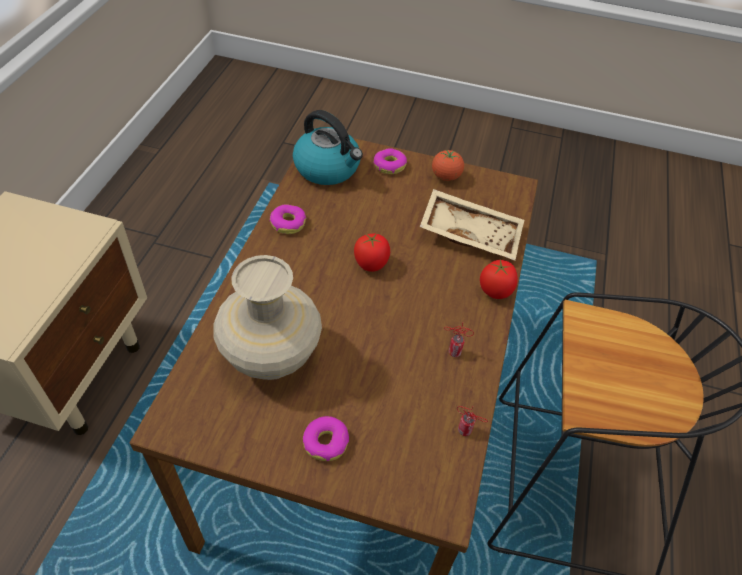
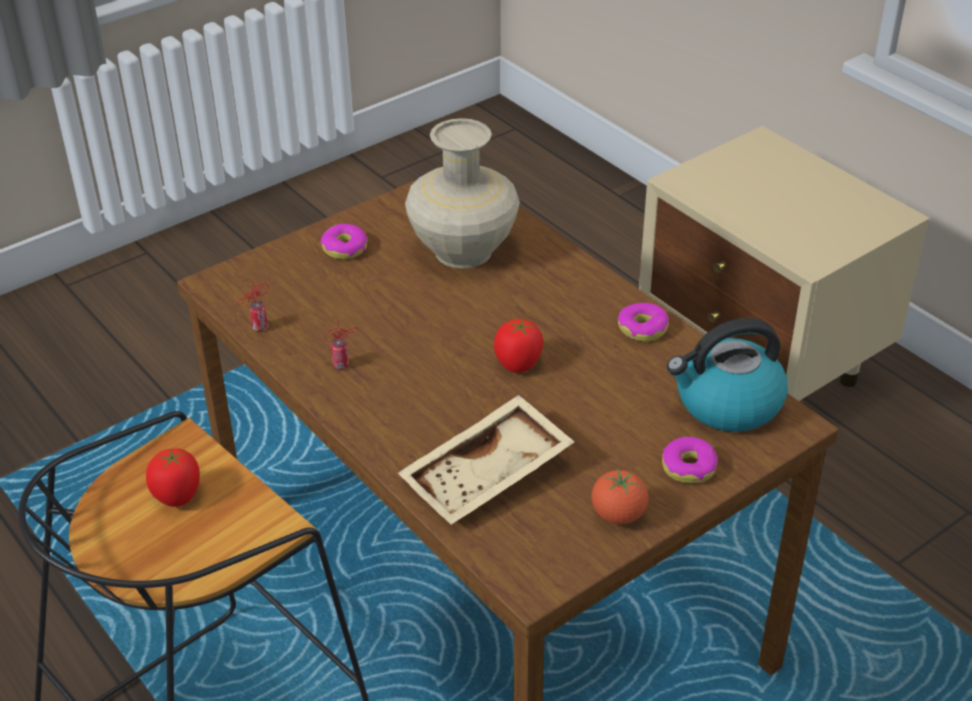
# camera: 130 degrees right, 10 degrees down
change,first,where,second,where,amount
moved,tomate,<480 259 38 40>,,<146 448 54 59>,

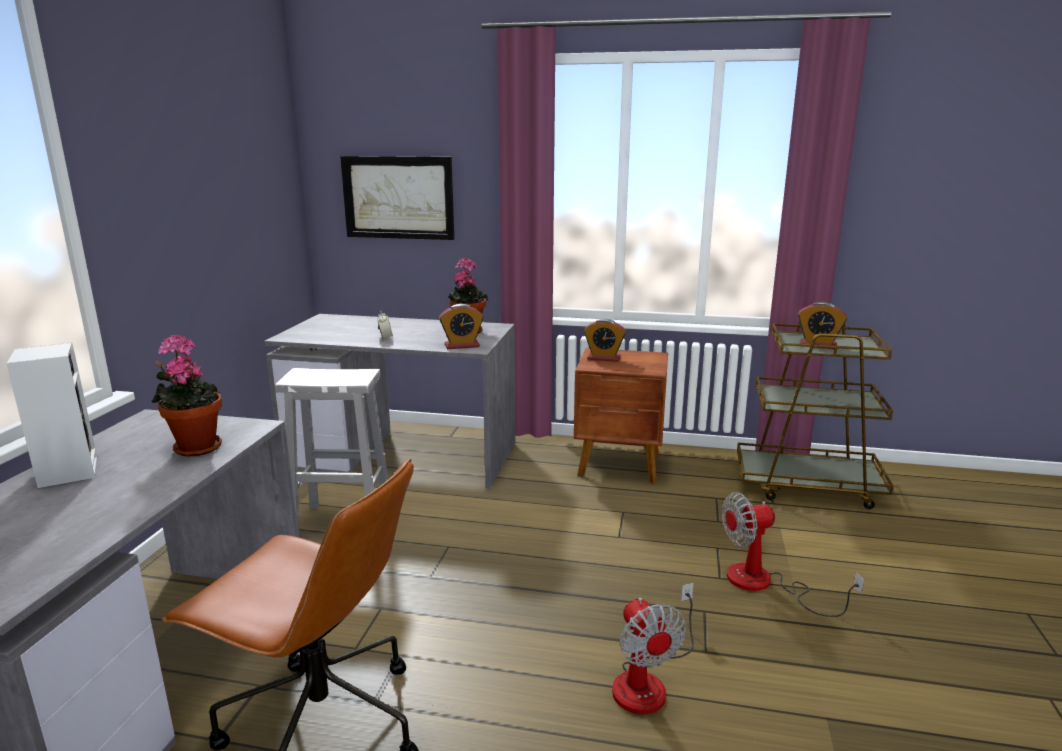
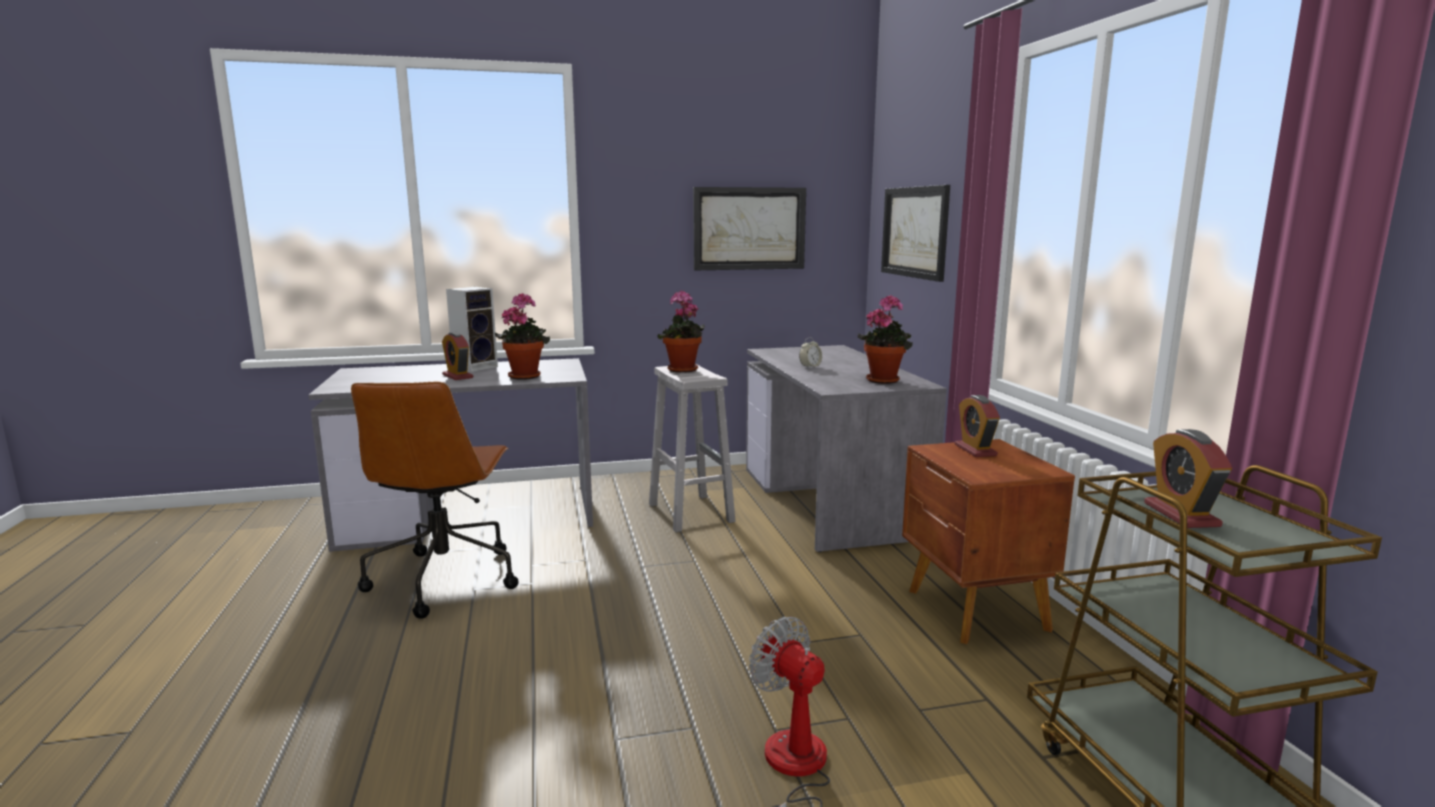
# camera: 65 degrees right, 5 degrees down
change,first,where,second,where,amount
moved,despertador,<439 304 45 45>,,<442 332 31 48>,
added,,,planta en maceta,<657 290 48 83>,
added,,,cuadro,<693 187 113 83>,
removed,ventilador,<612 583 82 131>,,,

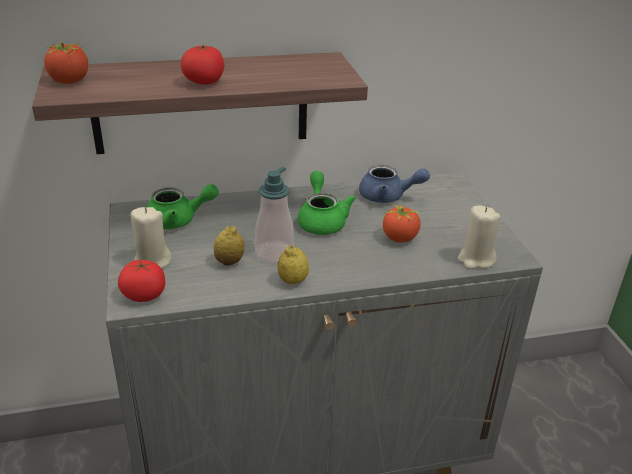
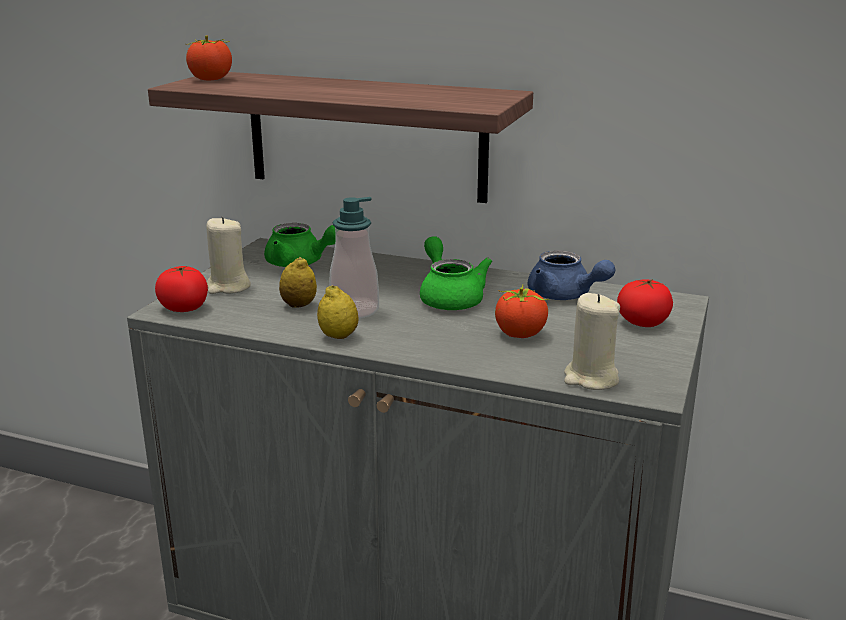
# camera: 35 degrees right, 10 degrees down
change,first,where,second,where,amount
turned,tetera (verde),<298 171 58 64>,,<420 236 72 74>,45 degrees counterclockwise
moved,tomate,<181 45 43 39>,,<617 279 56 48>,

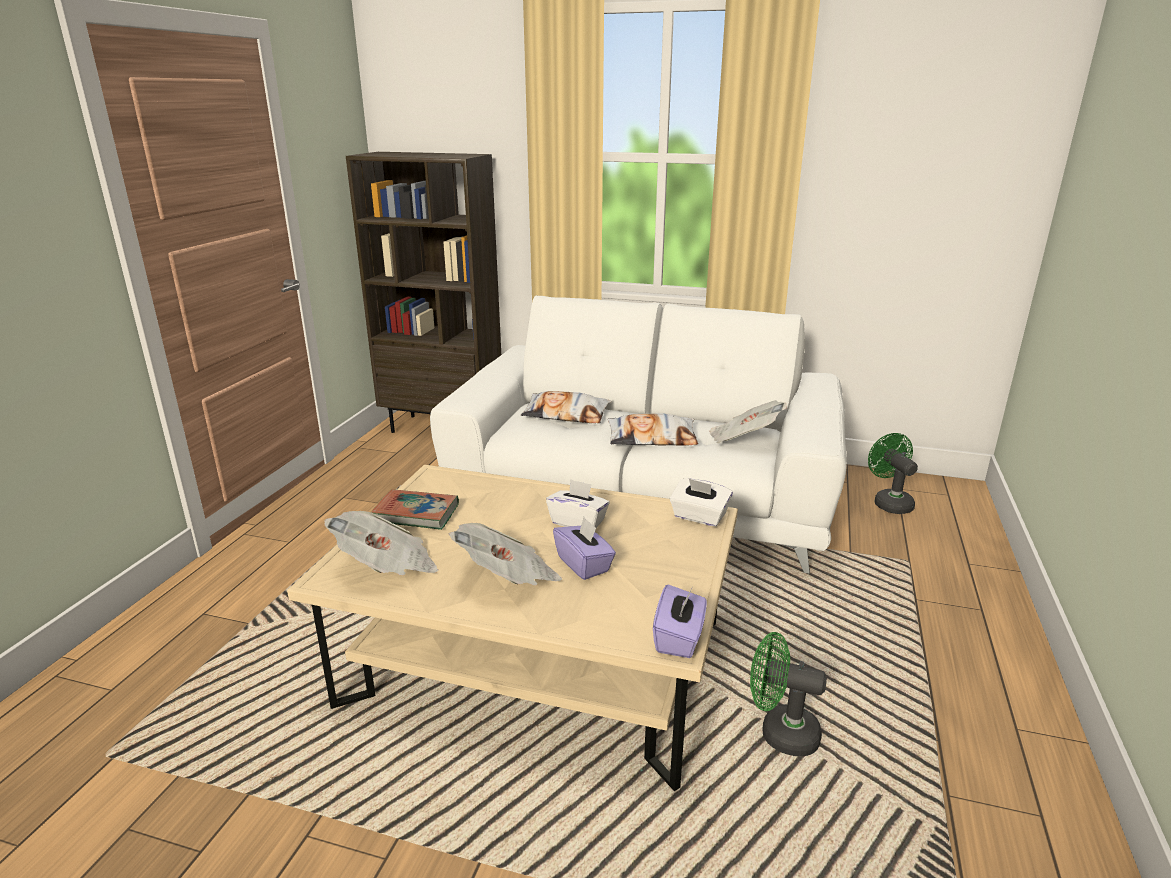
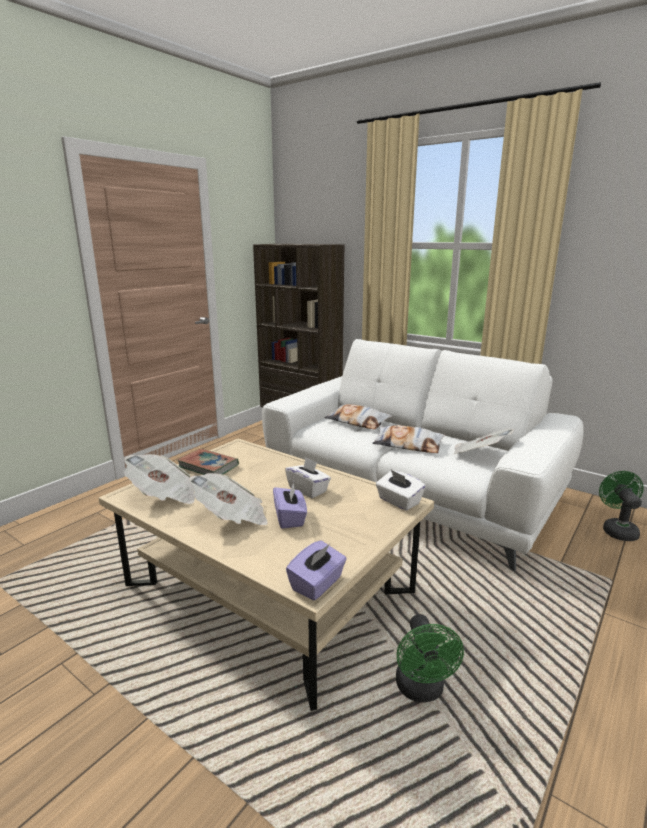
# camera: 20 degrees right, 5 degrees down
change,first,where,second,where,amount
turned,ventilador (verde),<750 632 77 124>,,<396 614 68 88>,135 degrees counterclockwise

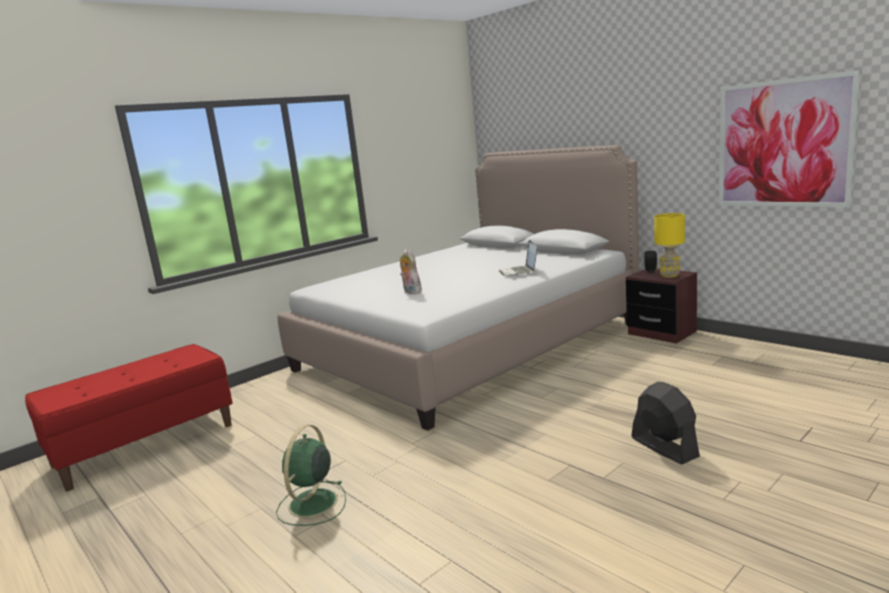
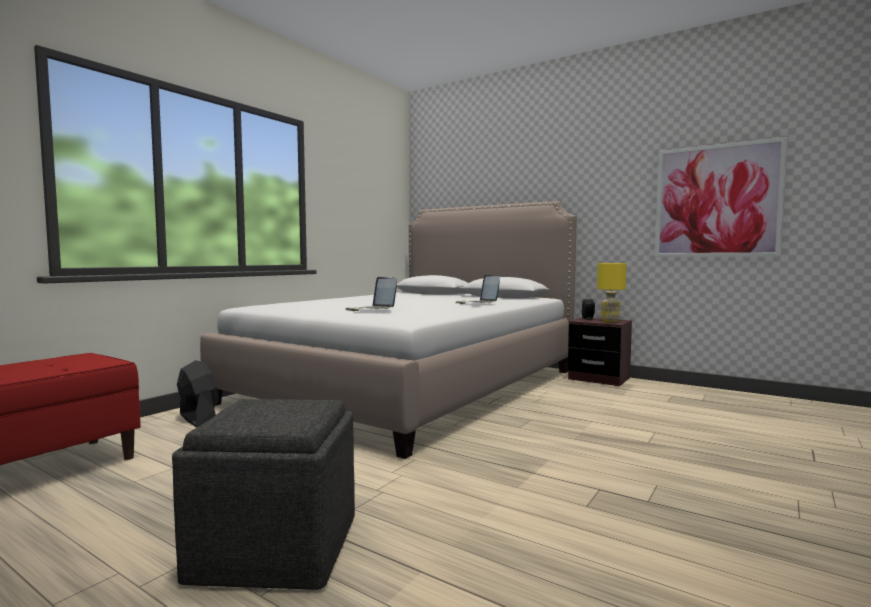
# camera: 15 degrees left, 10 degrees down
change,first,where,second,where,amount
replaced,ventilador (verde),<276 425 70 101>,puf (gris),<172 399 183 191>,
moved,ventilador (negro),<631 382 69 82>,,<177 360 42 67>,
replaced,peluche,<400 249 22 45>,portátil,<345 277 52 34>,

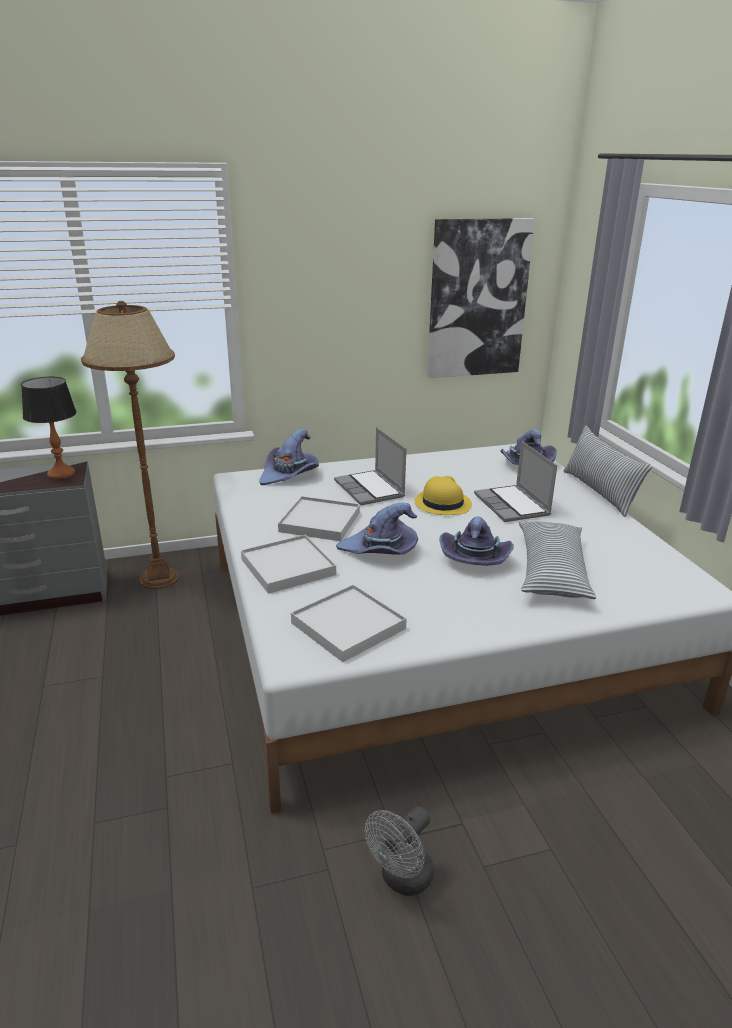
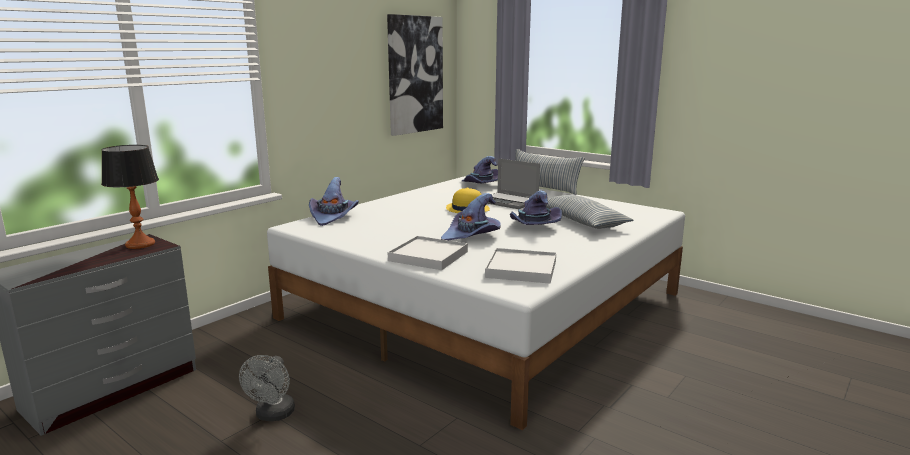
# camera: 35 degrees left, 10 degrees down
change,first,where,second,where,amount
moved,ventilador (gris),<364 806 70 90>,,<239 355 56 66>,
removed,lámpara de pie (marrón),<81 301 98 288>,,,
removed,bandeja (blanco),<278 496 82 45>,,,
removed,portátil,<334 427 72 78>,,,

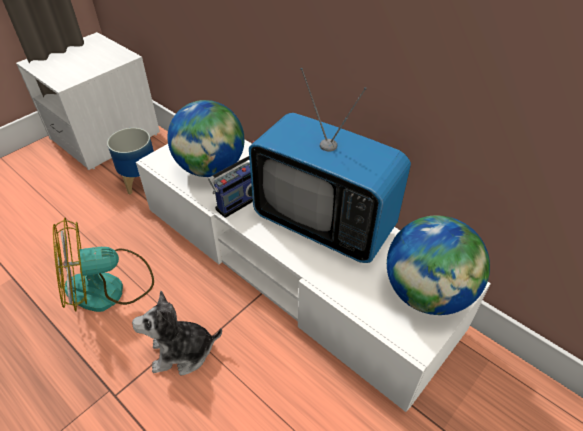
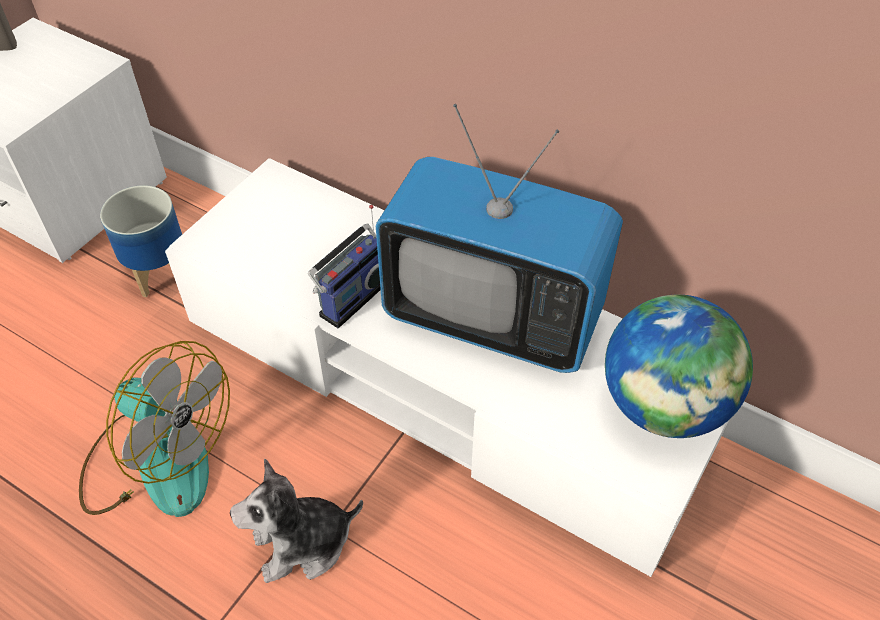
# camera: 10 degrees left, 5 degrees up
change,first,where,second,where,amount
turned,ventilador,<53 218 101 94>,,<79 341 151 176>,120 degrees counterclockwise
removed,globo terráqueo,<168 100 76 77>,,,

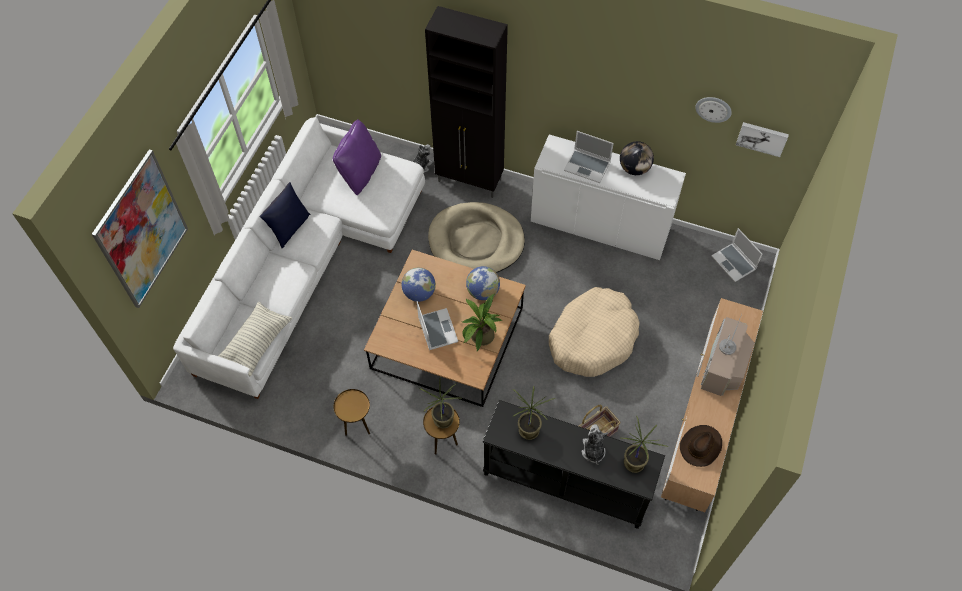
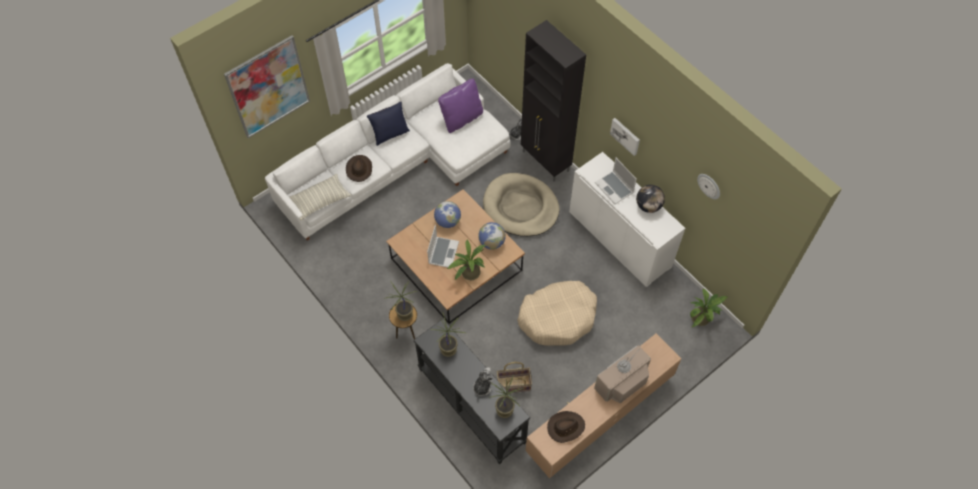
# camera: 30 degrees right, 0 degrees up
change,first,where,second,where,amount
added,,,sombrero (marrón),<346 155 26 27>,
moved,cuadro,<736 122 53 35>,,<610 118 30 38>,
replaced,portátil,<711 228 52 54>,planta en maceta,<690 289 37 38>,
removed,mesa auxiliar (marrón),<334 389 36 47>,,,

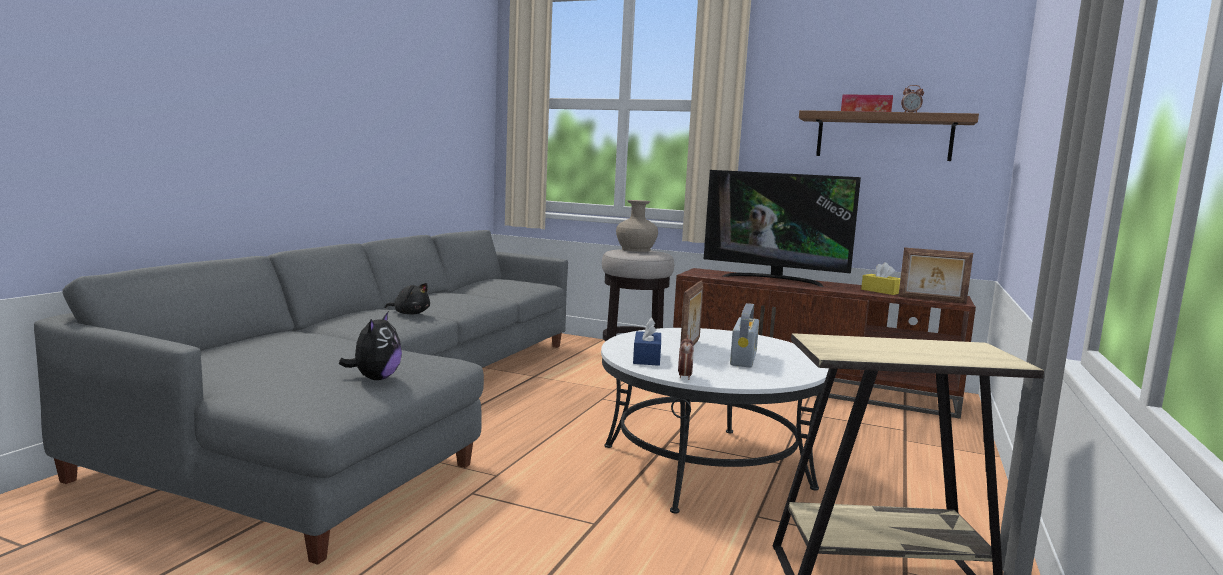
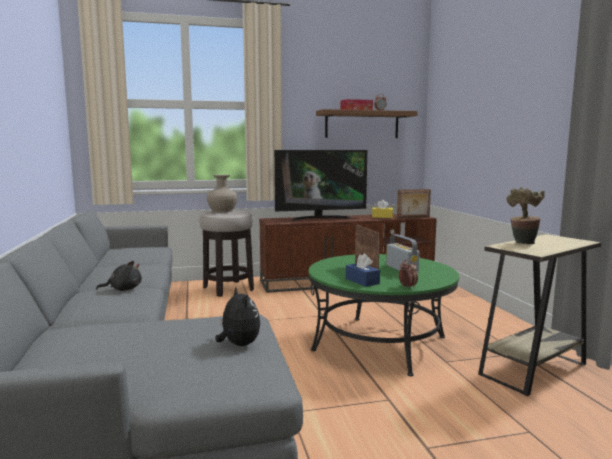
# camera: 35 degrees left, 0 degrees up
change,first,where,second,where,amount
recoloured,mesa de centro (blanco),<601 328 228 186>,mesa de centro (verde),<309 254 150 122>,
added,,,planta en maceta,<506 187 39 57>,

